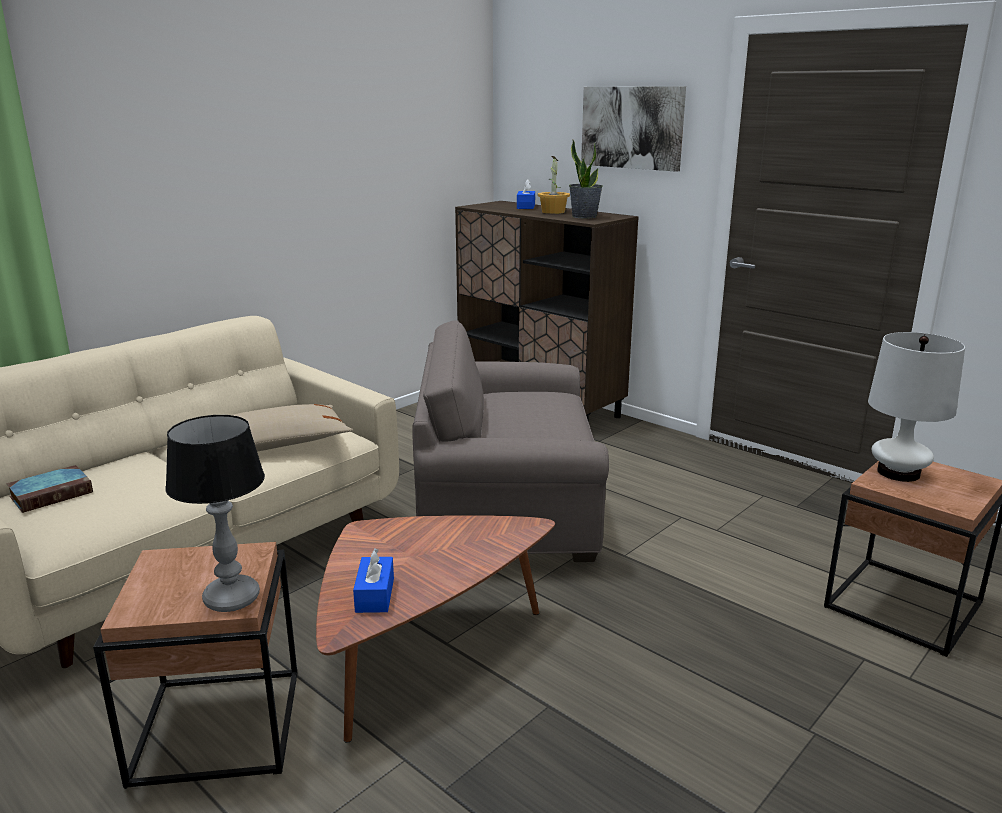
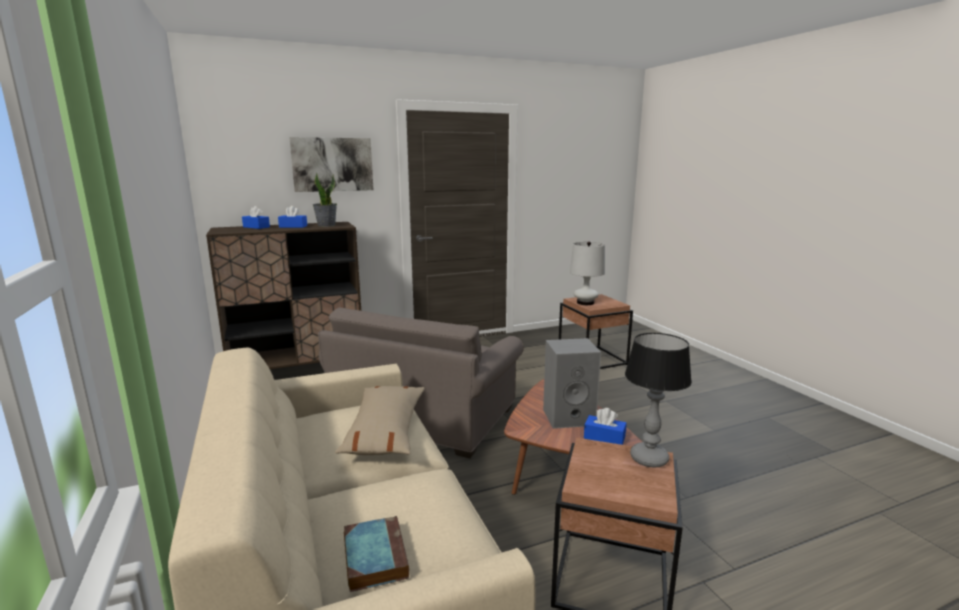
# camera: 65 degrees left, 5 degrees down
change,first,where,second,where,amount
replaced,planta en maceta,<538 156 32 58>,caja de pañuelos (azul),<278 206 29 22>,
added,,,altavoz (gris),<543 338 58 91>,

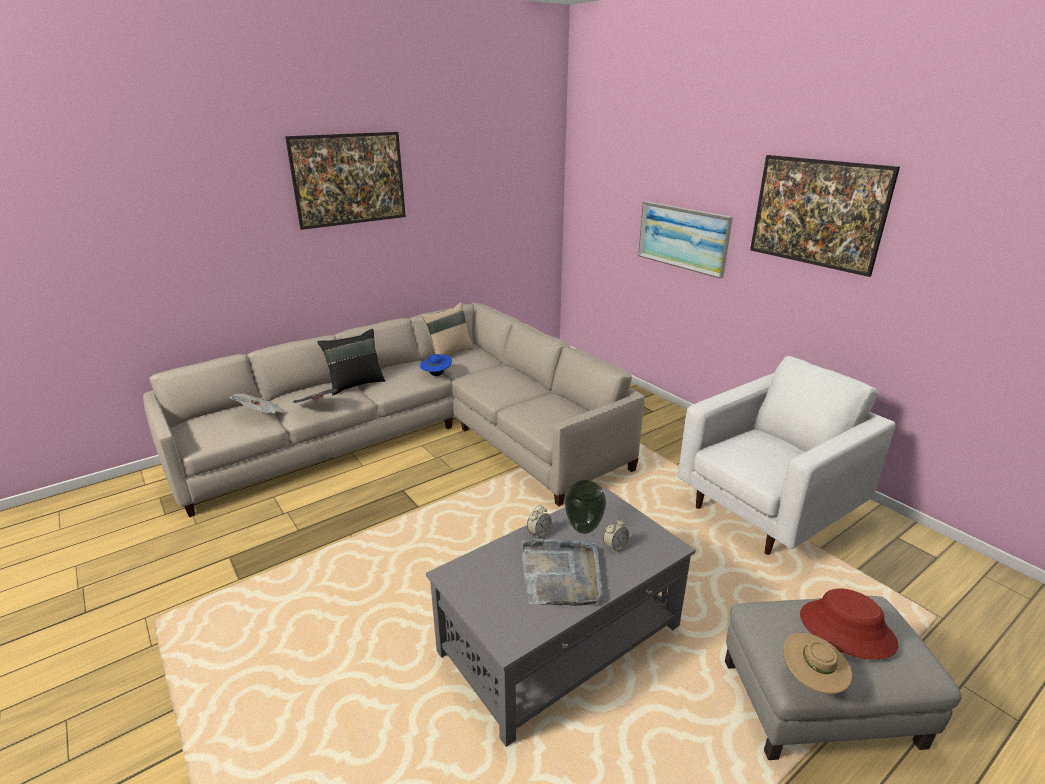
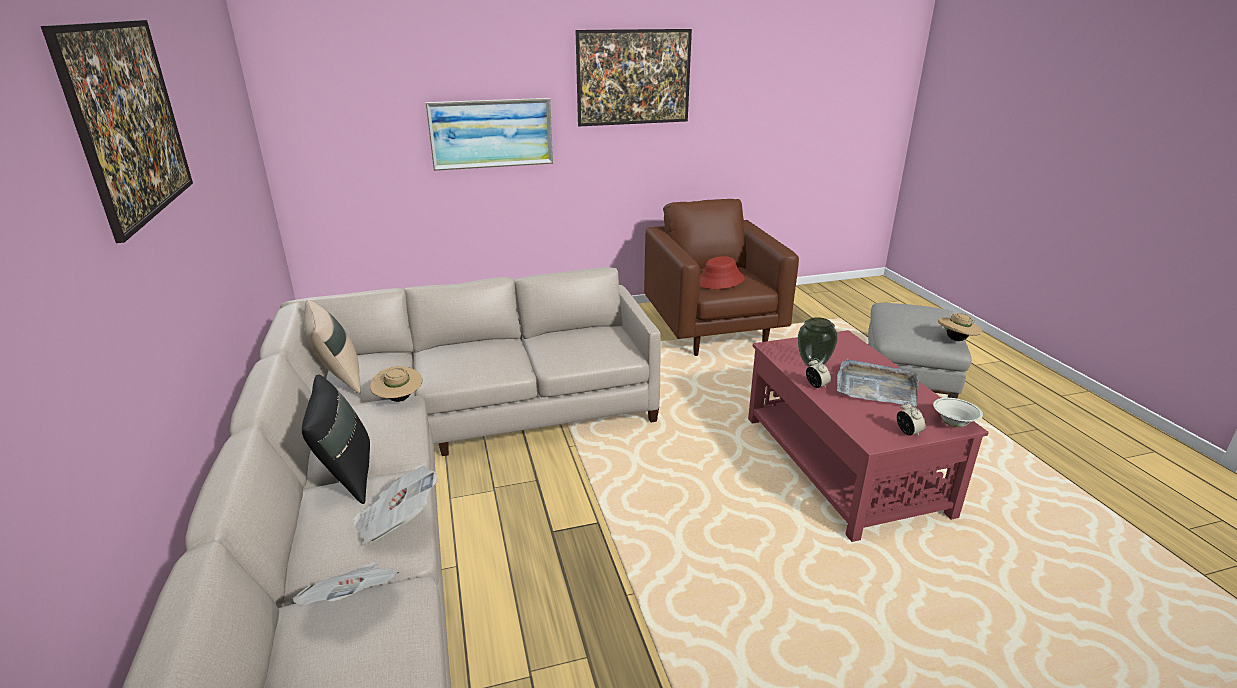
# camera: 70 degrees left, 0 degrees up
change,first,where,second,where,amount
recoloured,sombrero (azul),<420 353 32 23>,sombrero (beis),<370 366 52 36>,
recoloured,sillón (blanco),<678 356 217 199>,sillón (marrón),<644 199 155 157>,
moved,sombrero (rojo),<800 588 98 72>,,<700 256 45 33>,
recoloured,mesa de centro (gris),<426 488 270 259>,mesa de centro (rojo),<748 330 241 212>,
moved,despertador,<603 518 26 34>,,<897 402 29 34>,
added,,,cuenco (blanco),<933 398 50 29>,

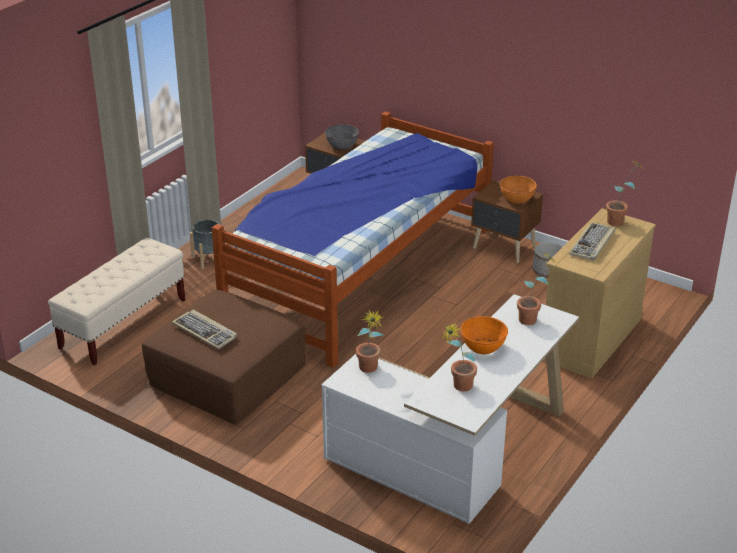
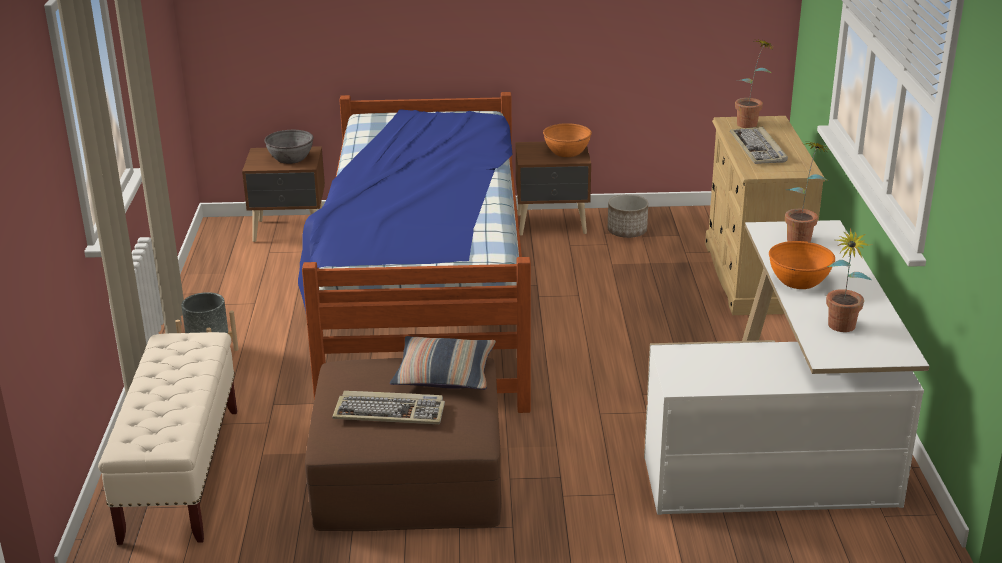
# camera: 35 degrees left, 5 degrees down
change,first,where,second,where,amount
added,,,cojín,<390 336 106 54>,
removed,planta en maceta,<356 309 29 64>,,,

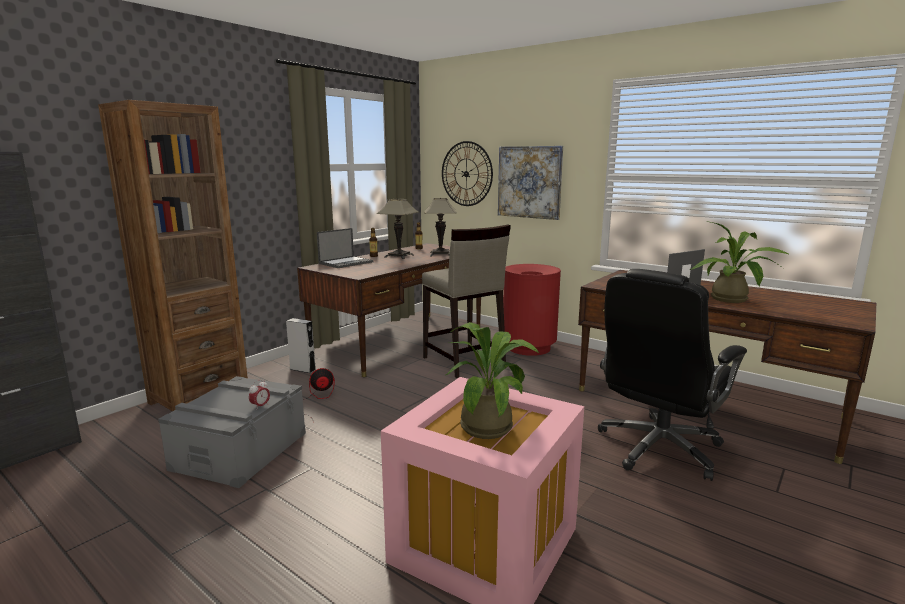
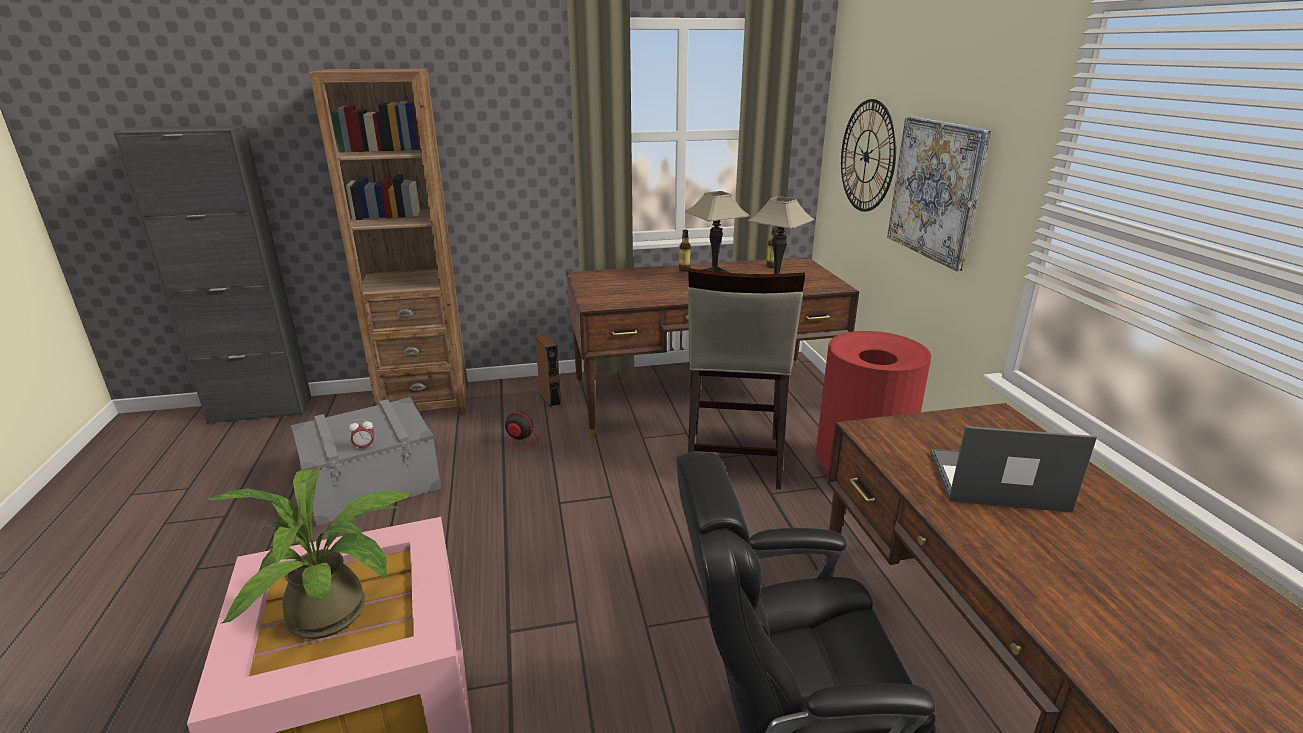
# camera: 40 degrees right, 10 degrees up
change,first,where,second,where,amount
recoloured,altavoz (gris),<286 318 30 55>,altavoz (marrón),<535 335 26 73>,
removed,portátil,<317 228 56 40>,,,
removed,planta en maceta,<690 221 100 82>,,,

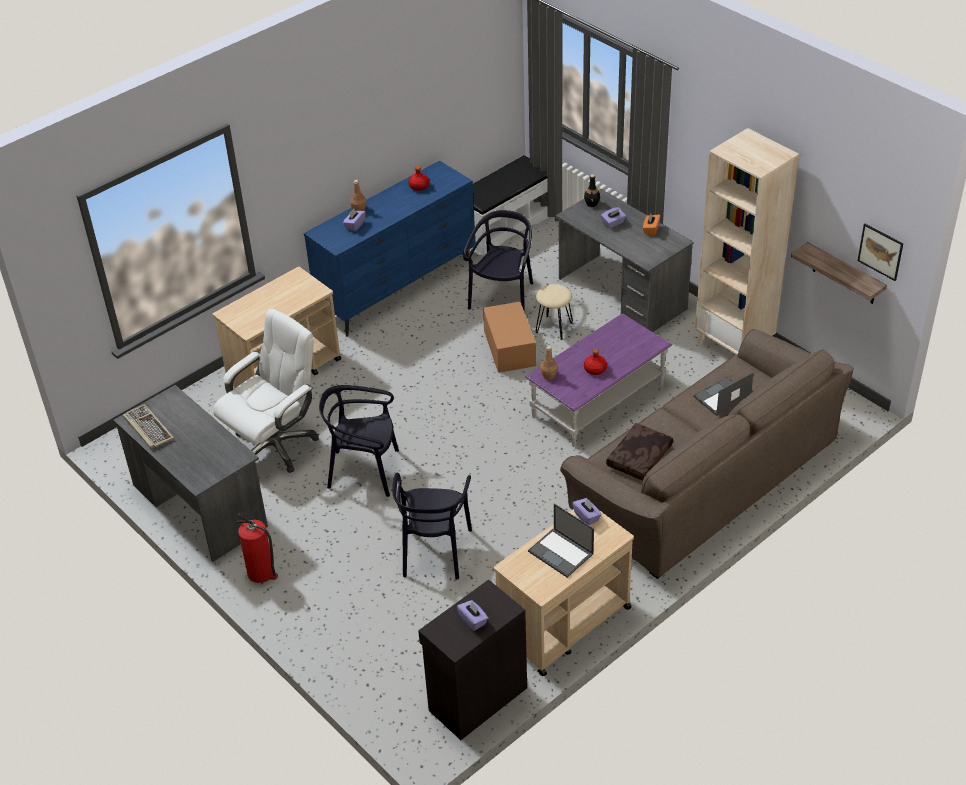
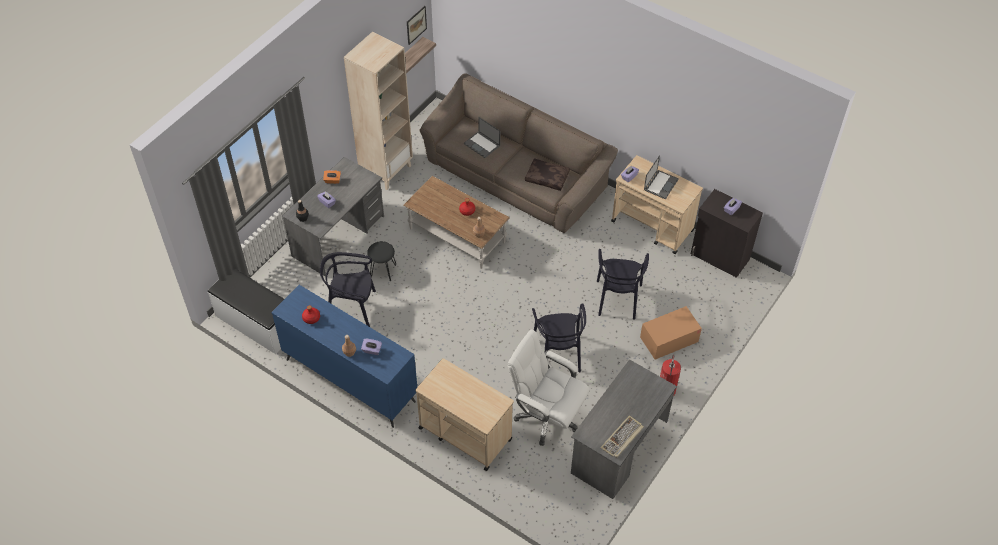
# camera: 105 degrees left, 10 degrees up
change,first,where,second,where,amount
recoloured,taburete (beis),<536 284 37 56>,taburete (negro),<367 241 29 40>,
recoloured,mesa de centro (morado),<525 313 147 134>,mesa de centro (marrón),<403 176 107 93>,
turned,silla (negro),<392 473 80 107>,,<597 249 52 71>,105 degrees clockwise
moved,caja de cartón,<483 302 53 71>,,<640 306 62 53>,

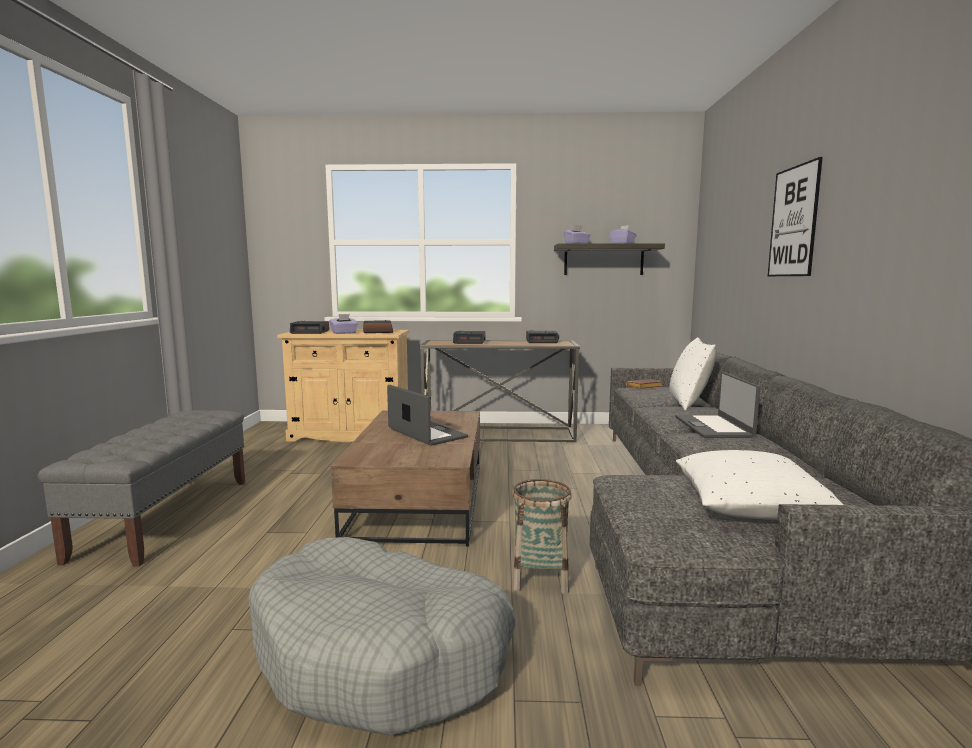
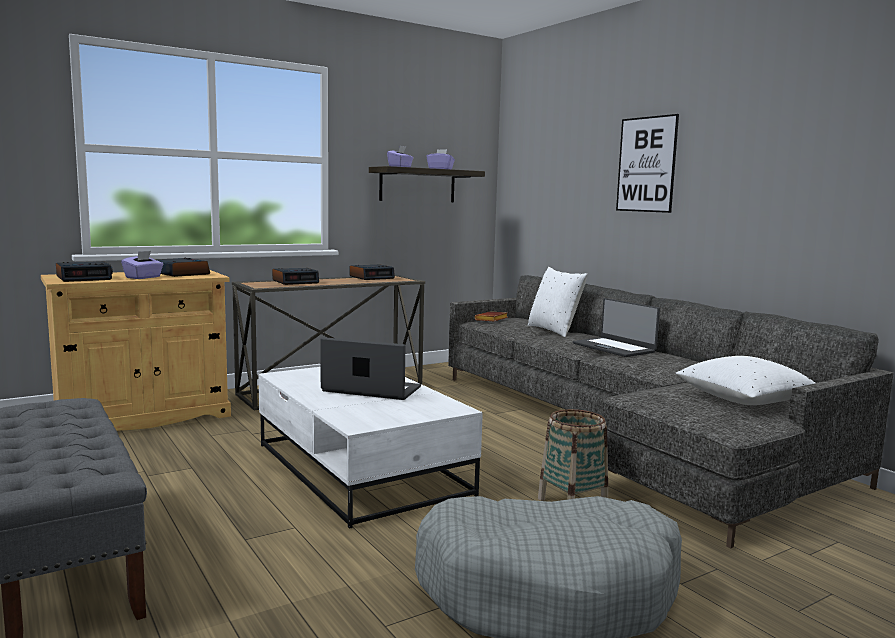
# camera: 35 degrees left, 0 degrees up
change,first,where,second,where,amount
recoloured,mesa de centro (marrón),<331 410 149 136>,mesa de centro (blanco),<258 367 225 162>,

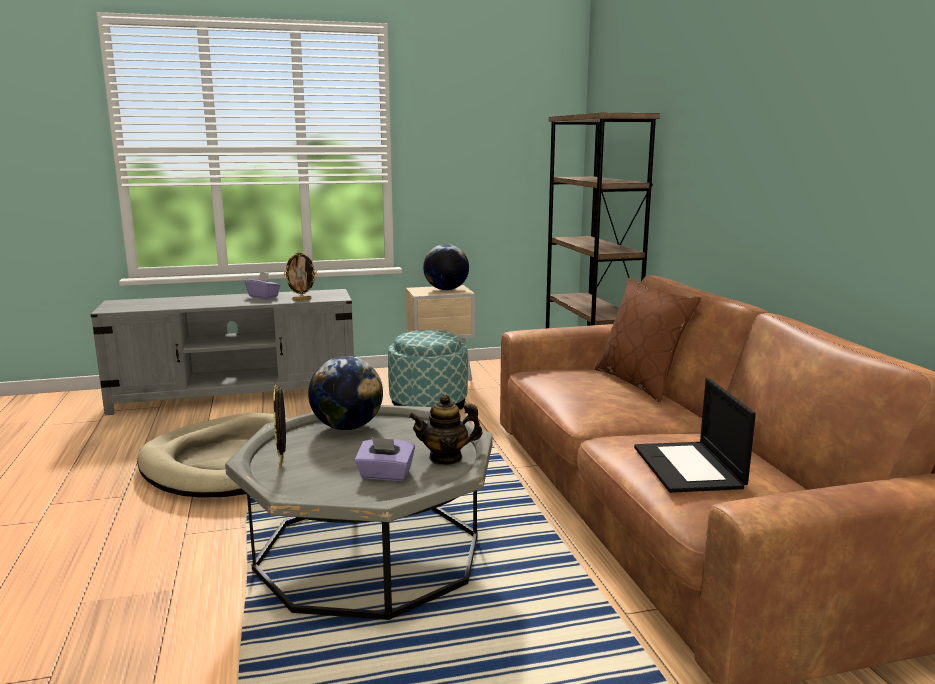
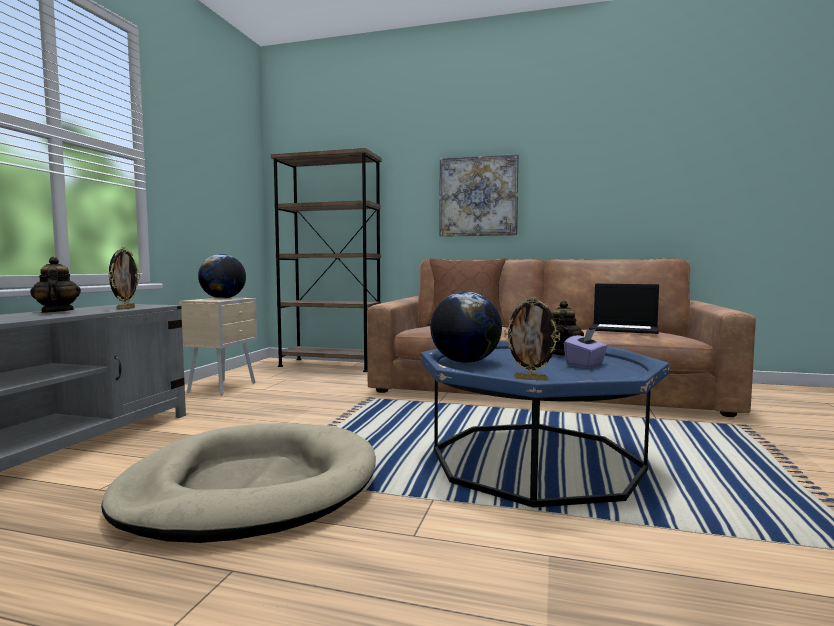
# camera: 60 degrees left, 10 degrees down
change,first,where,second,where,amount
replaced,caja de pañuelos (morado),<245 272 35 27>,tetera,<30 257 51 56>,
recoloured,mesa de centro (gris),<225 405 268 215>,mesa de centro (azul),<421 341 248 167>,
added,,,cuadro,<439 154 80 83>,
removed,puf,<388 330 80 79>,,,

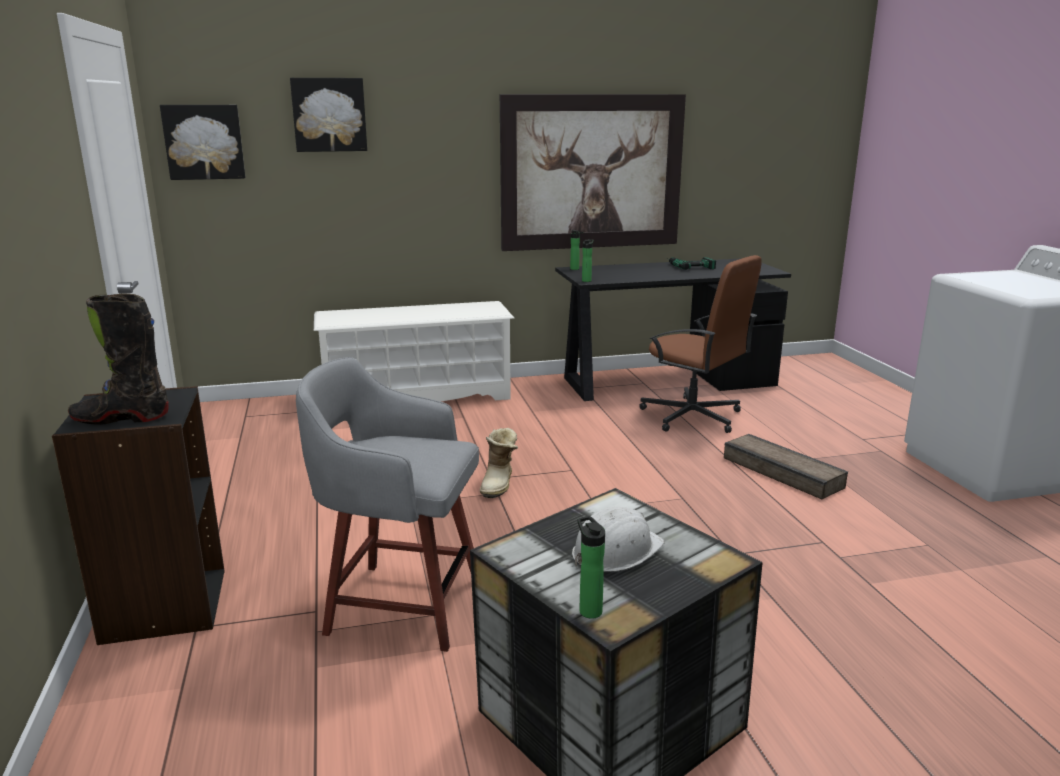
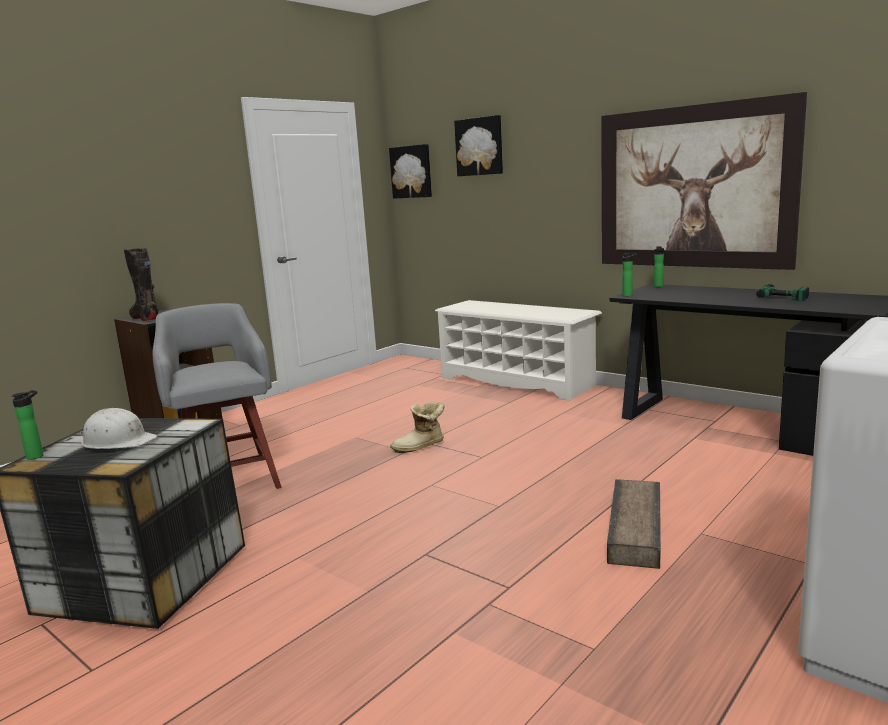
# camera: 55 degrees right, 5 degrees down
change,first,where,second,where,amount
removed,silla de oficina (marrón),<639 255 123 178>,,,

